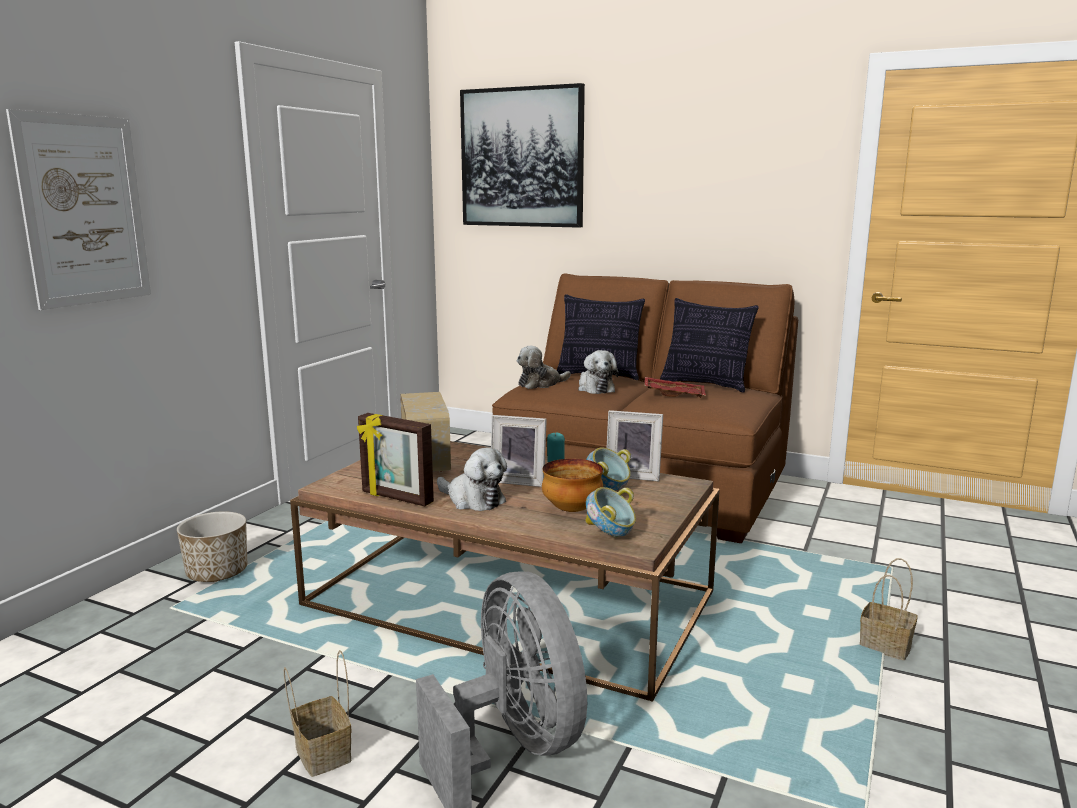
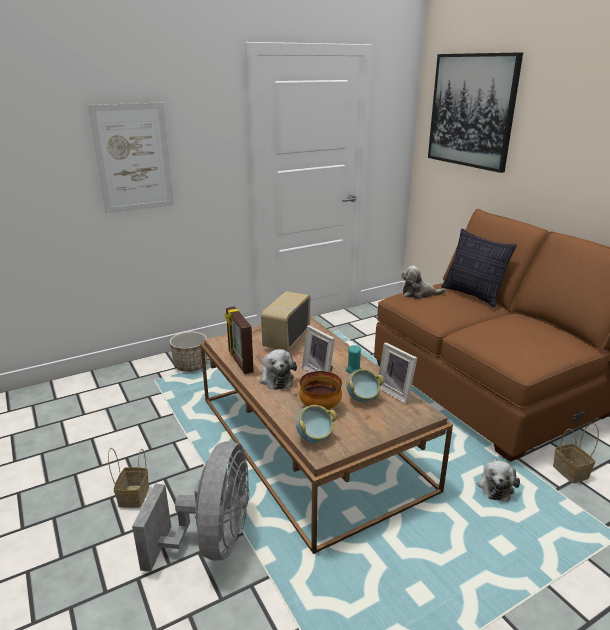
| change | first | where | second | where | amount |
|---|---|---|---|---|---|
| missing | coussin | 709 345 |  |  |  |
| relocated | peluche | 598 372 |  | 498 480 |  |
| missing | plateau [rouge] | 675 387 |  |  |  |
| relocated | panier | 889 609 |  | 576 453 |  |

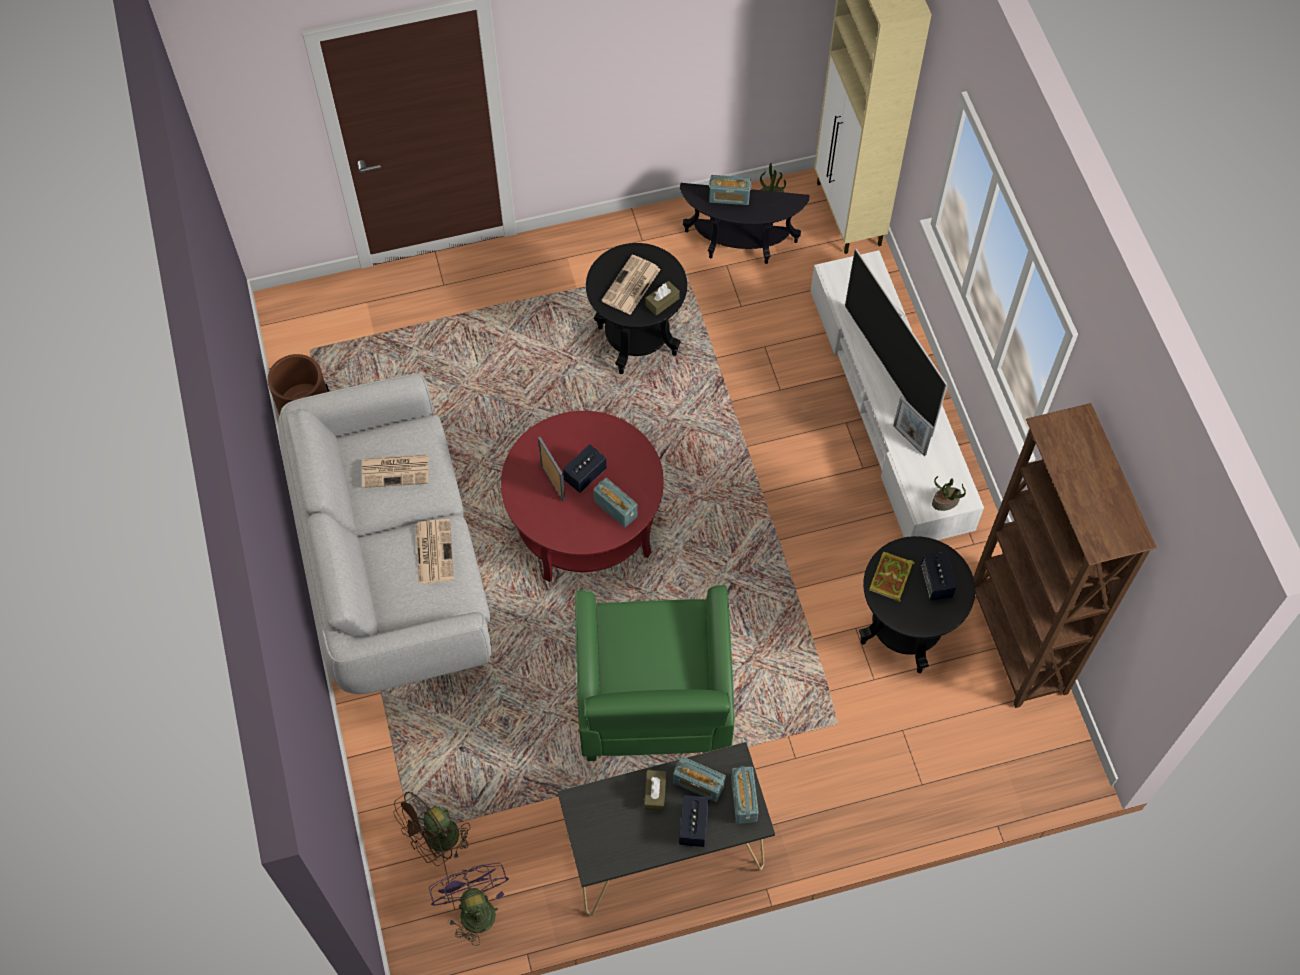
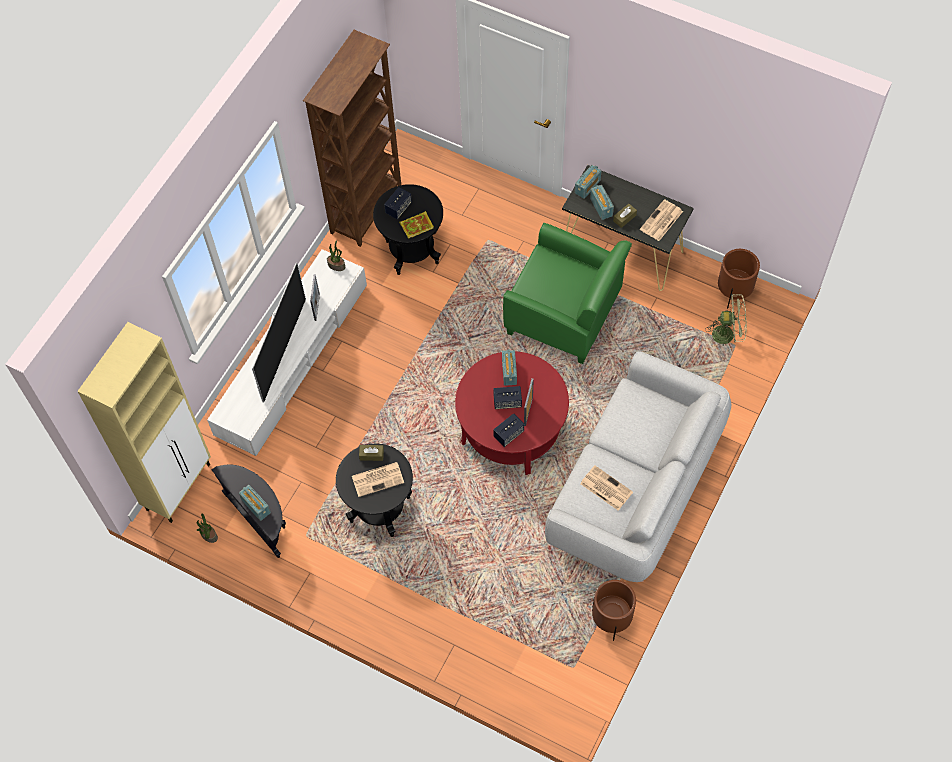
| change | first | where | second | where | amount |
|---|---|---|---|---|---|
| relocated | journal | 435 551 |  | 661 220 |  |
| spun | fauteuil [vert] | 654 673 |  | 567 293 | 75 degrees clockwise |
| colour | ventilateur [marron] | 432 829 | ventilateur [vert] | 726 322 |  |
| relocated | enceinte | 694 821 |  | 508 430 |  |
| exchanged | ventilateur [violet] | 469 904 | cache-pot [marron] | 739 279 |  |

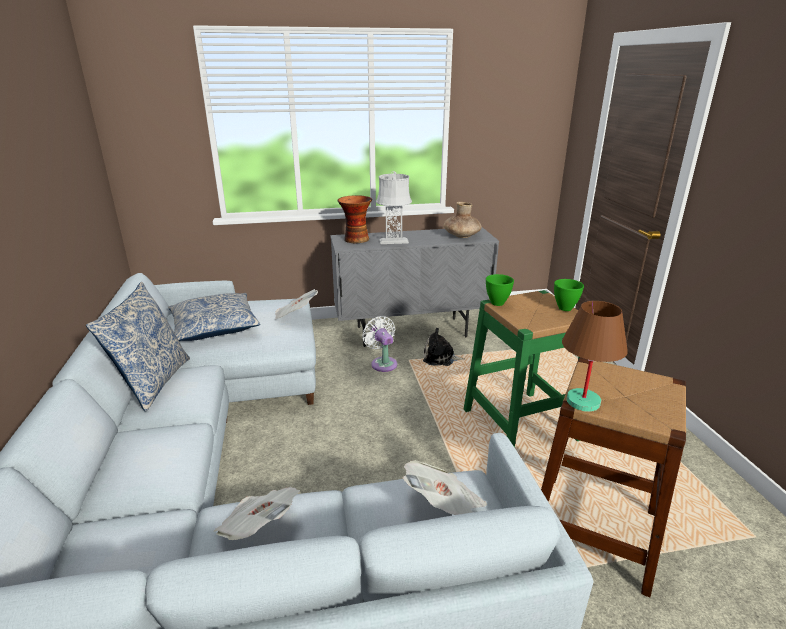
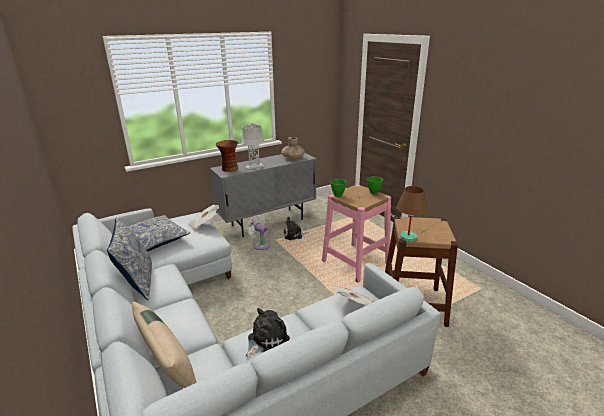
| change | first | where | second | where | amount |
|---|---|---|---|---|---|
| colour | tabouret [vert] | 522 368 | tabouret [rose] | 356 233 |  |
| exchanged | journal | 257 513 | peluche | 268 333 |  |
| appeared |  |  | coussin [beige] | 164 344 |  |

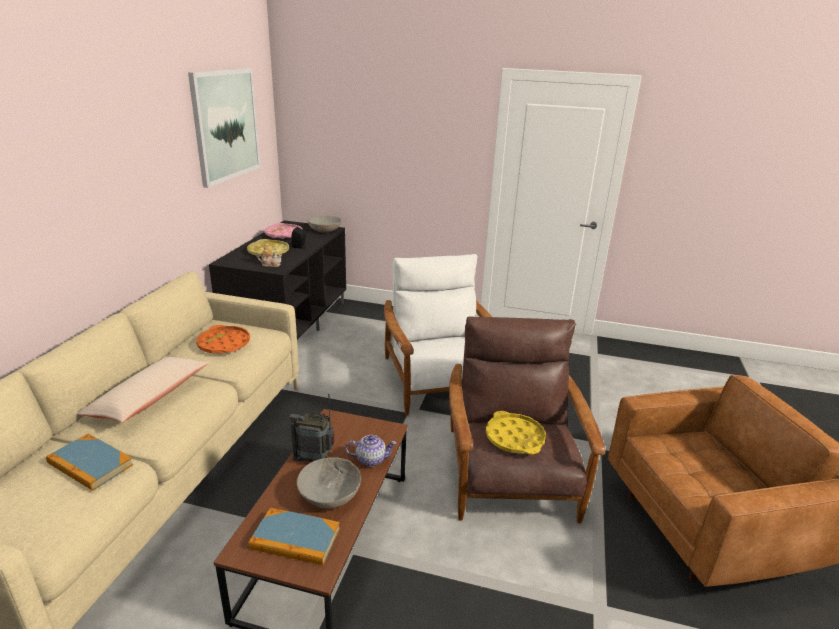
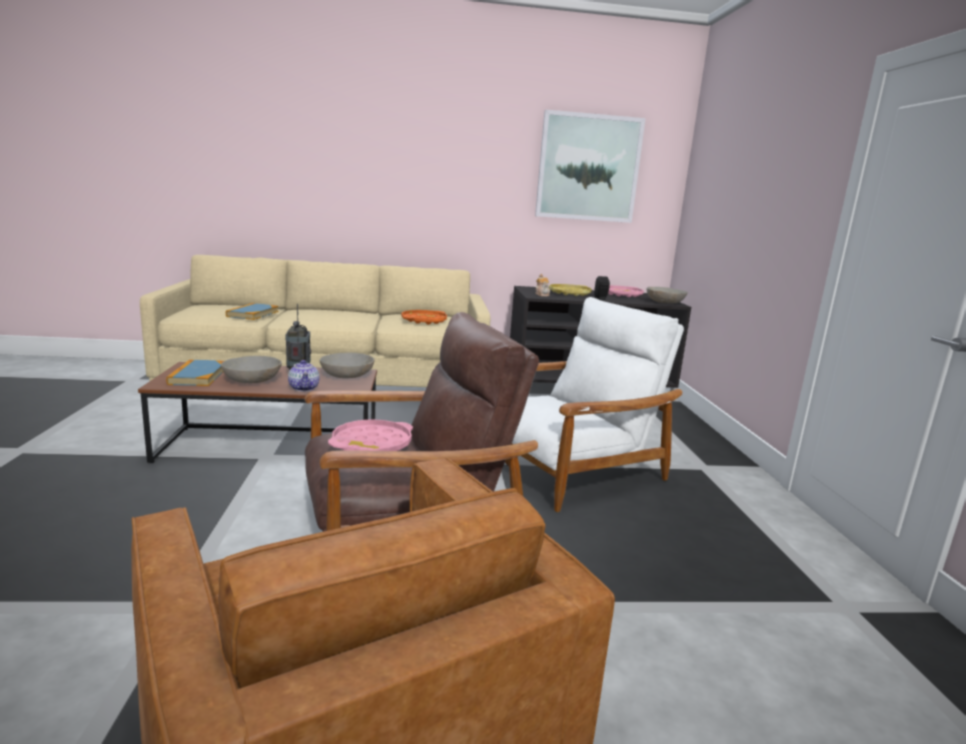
| change | first | where | second | where | amount |
|---|---|---|---|---|---|
| missing | coussin [beige] | 143 390 |  |  |  |
| colour | plateau [jaune] | 516 432 | plateau [rose] | 370 435 |  |
| appeared |  |  | bol [gris] | 347 365 |  |

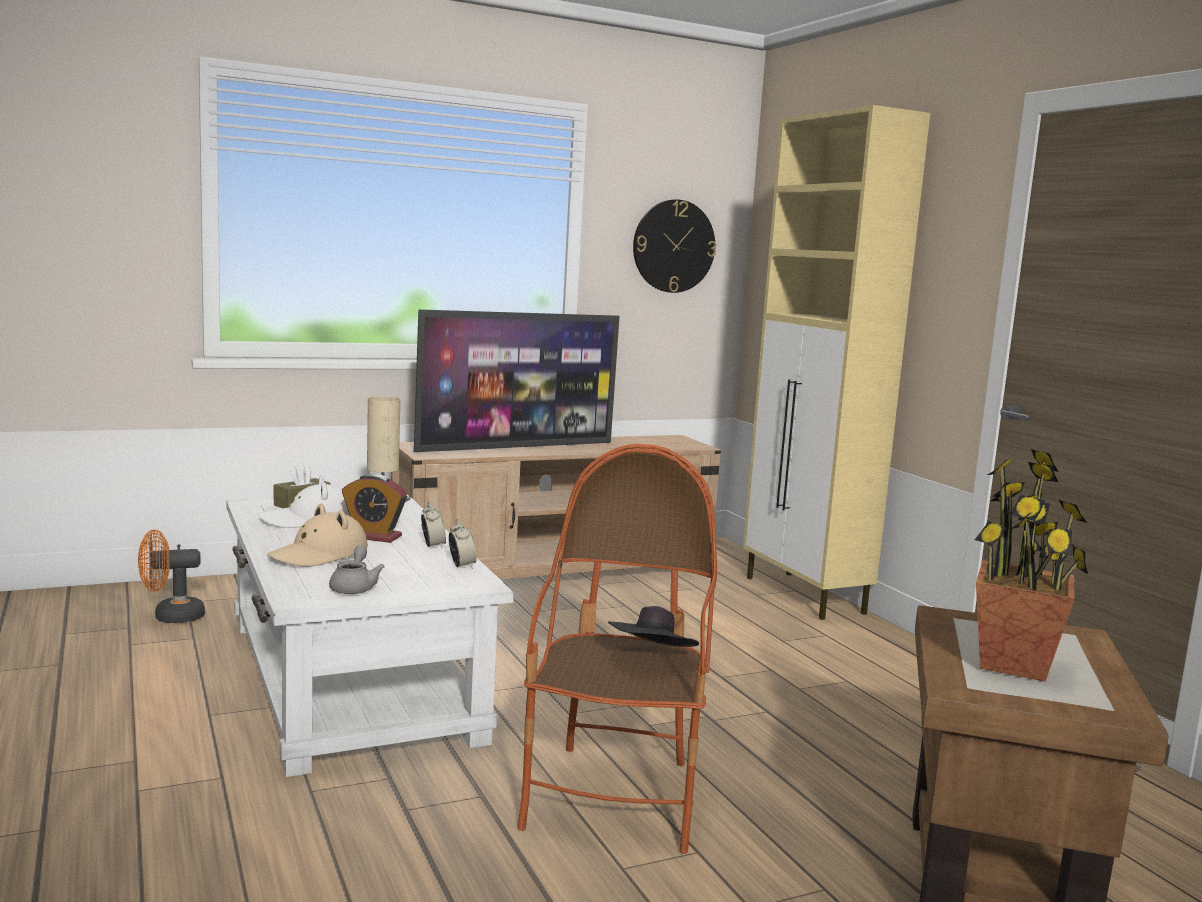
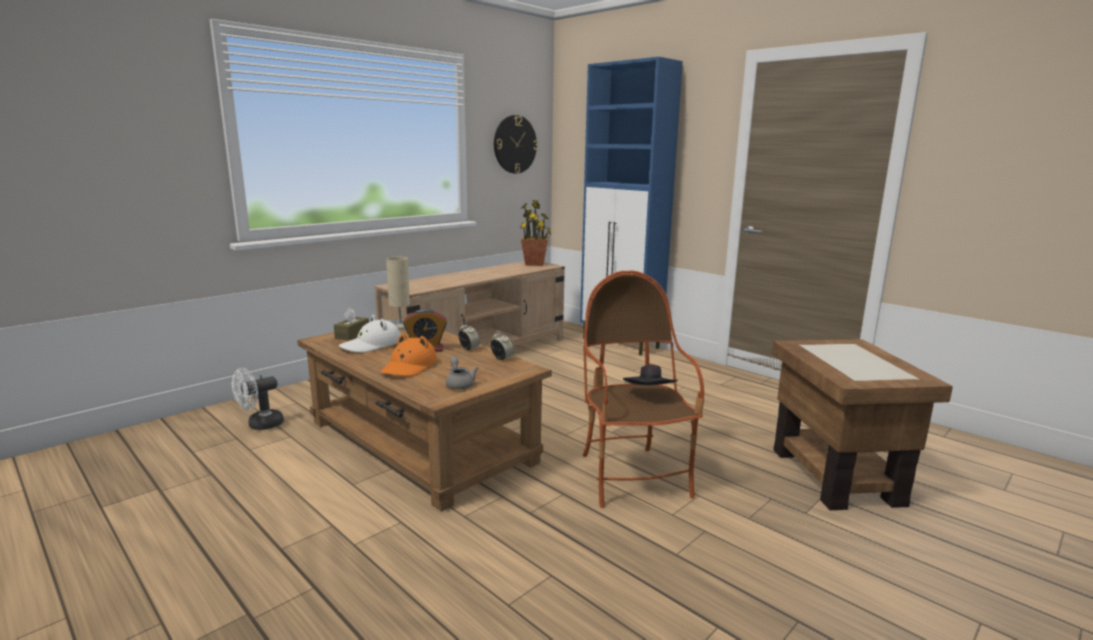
| change | first | where | second | where | amount |
|---|---|---|---|---|---|
| colour | meuble de rangement [beige] | 836 362 | meuble de rangement [bleu] | 631 206 |  |
| missing | téléviseur | 517 380 |  |  |  |
| relocated | plante en pot | 1031 565 |  | 535 233 |  |
| colour | table basse [blanc] | 370 636 | table basse [marron] | 424 414 |  |
| colour | chapeau [beige] | 317 535 | chapeau [orange] | 408 355 |  |
| colour | ventilateur [orange] | 171 576 | ventilateur [blanc] | 258 399 |  |

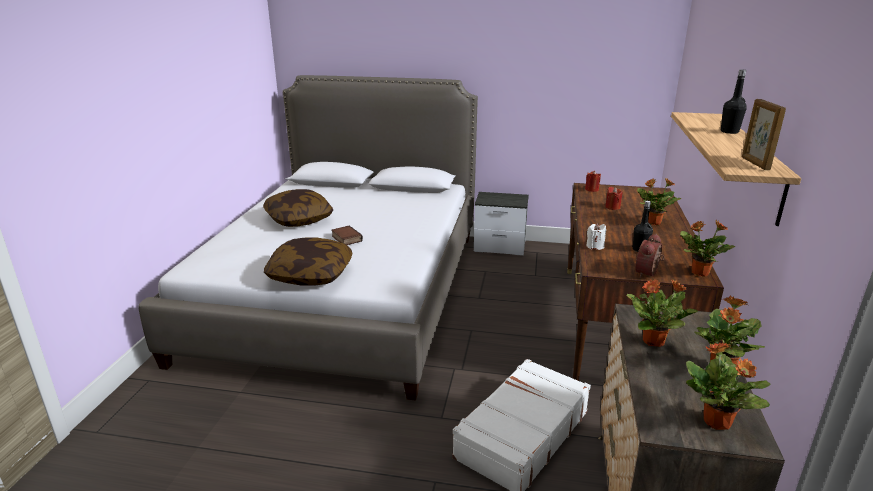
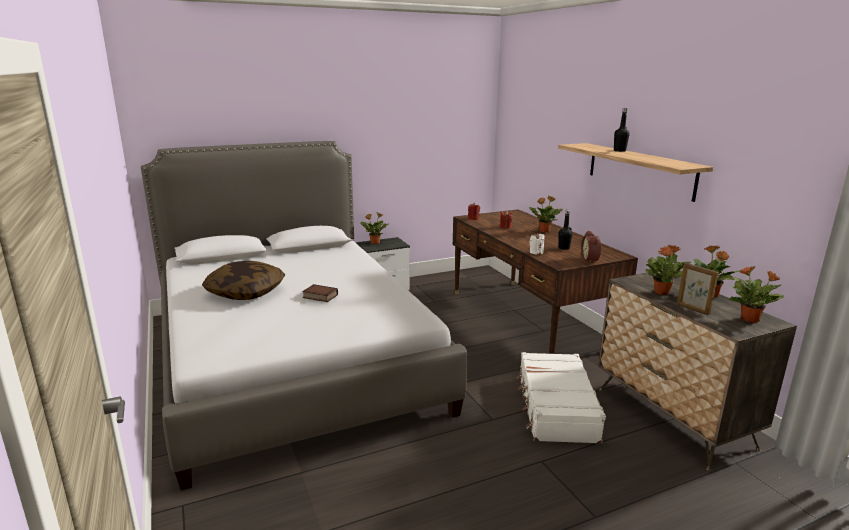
| change | first | where | second | where | amount |
|---|---|---|---|---|---|
| relocated | cadre photo | 764 134 |  | 698 289 |  |
| relocated | plante en pot | 708 248 |  | 374 228 |  |
| missing | coussin | 308 262 |  |  |  |

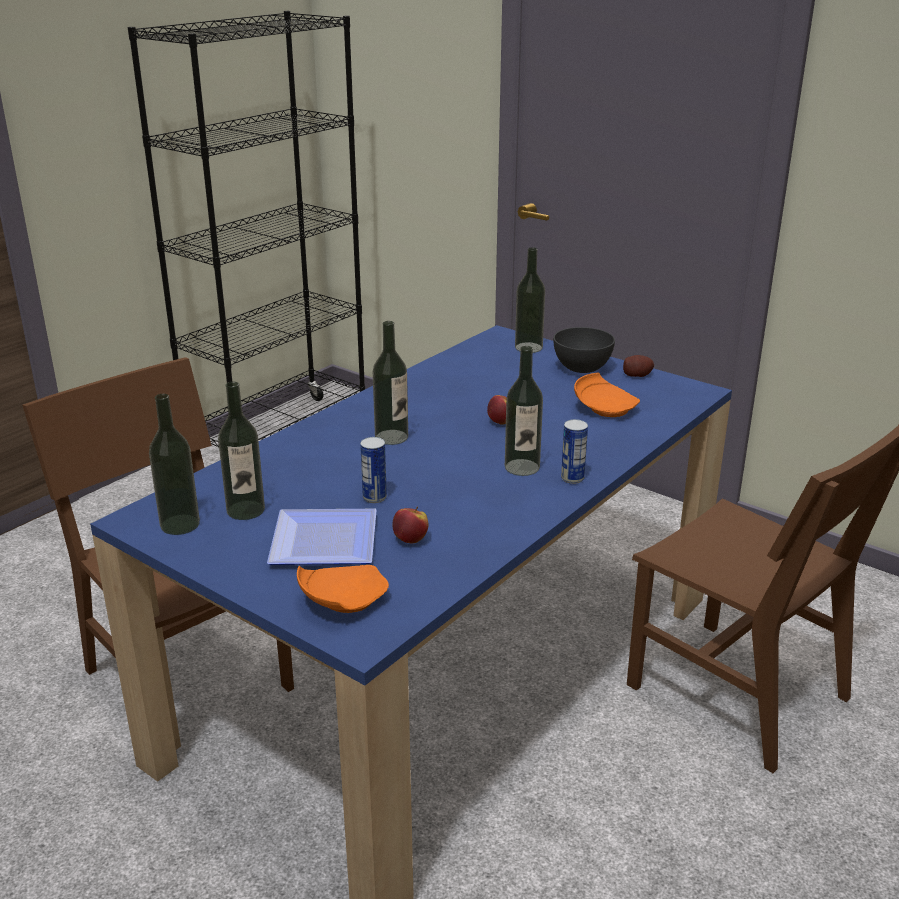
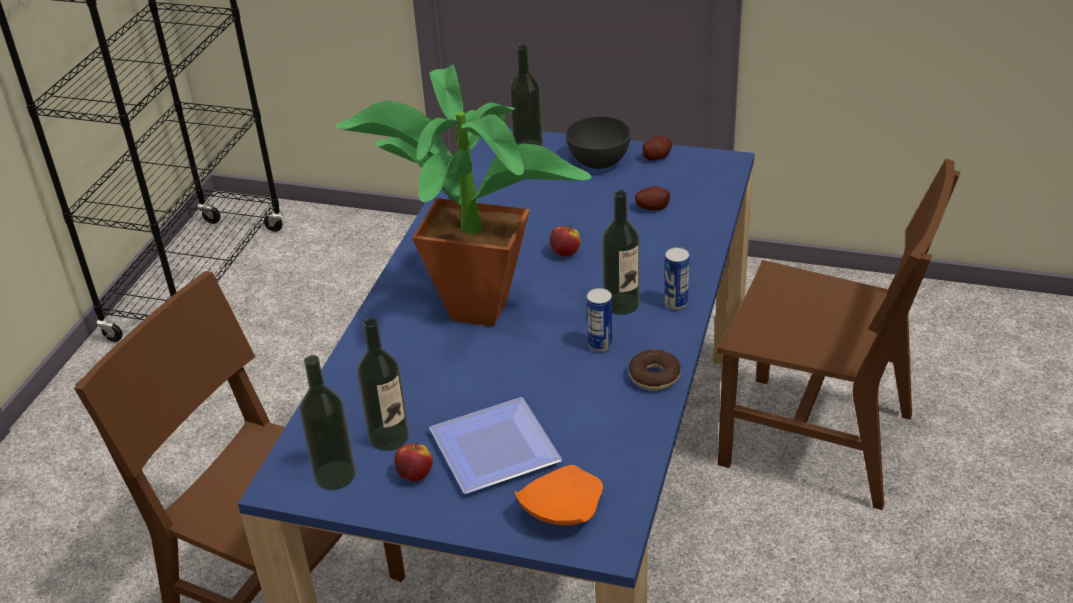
| change | first | where | second | where | amount |
|---|---|---|---|---|---|
| exchanged | bouteille | 390 383 | plante en pot | 464 196 |  |
| exchanged | assiette [orange] | 607 395 | pomme de terre | 652 198 |  |
| relocated | boîte métallique | 373 470 |  | 599 320 |  |
| relocated | pomme | 410 524 |  | 413 462 |  |
| appeared |  |  | beignet | 654 370 |  |

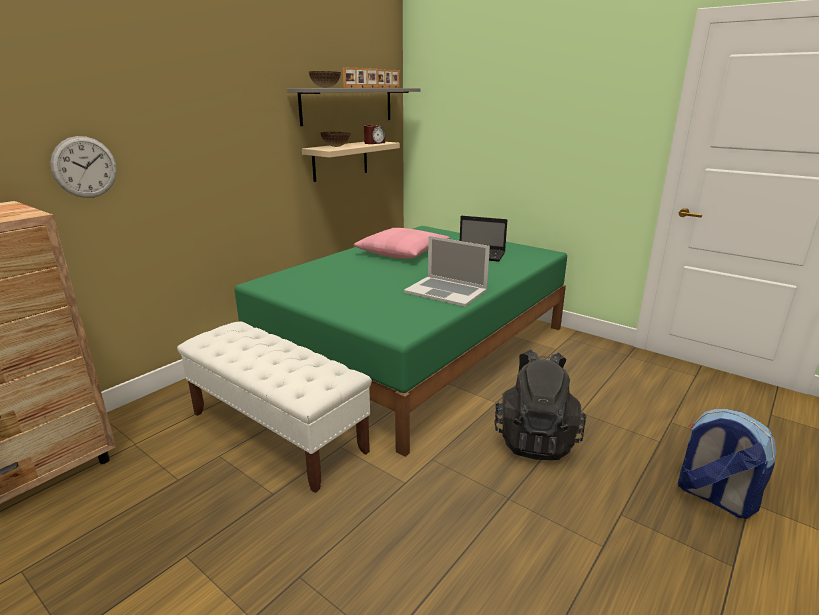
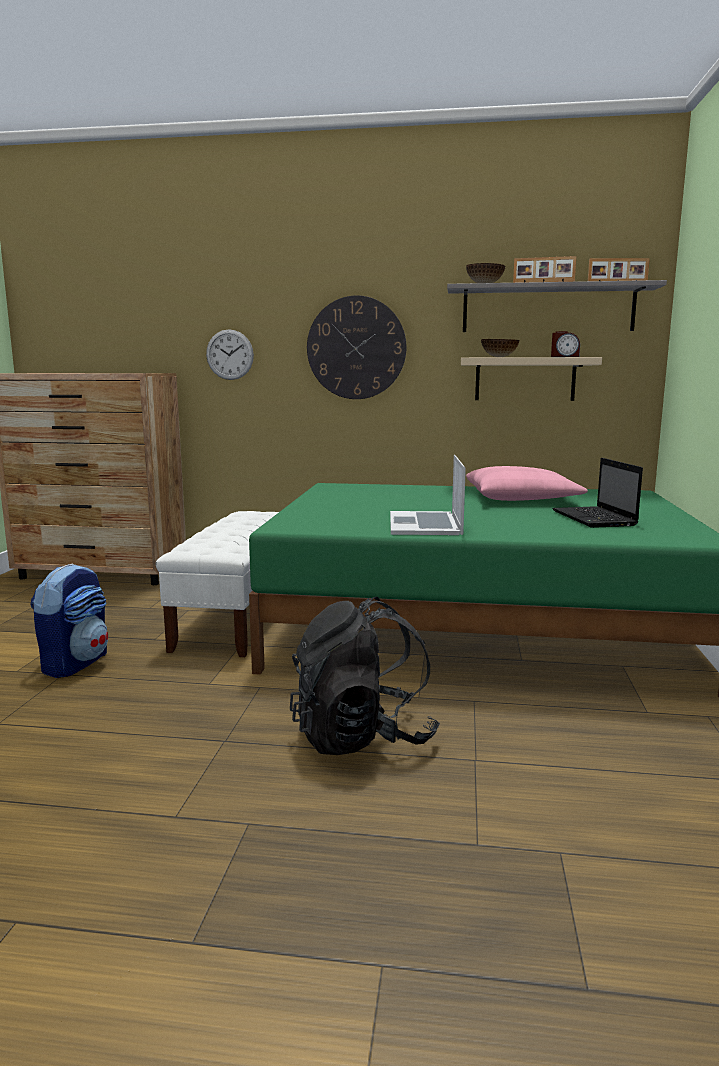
| change | first | where | second | where | amount |
|---|---|---|---|---|---|
| relocated | sac à dos | 727 464 |  | 69 620 |  |
| appeared |  |  | horloge murale | 356 347 |  |

